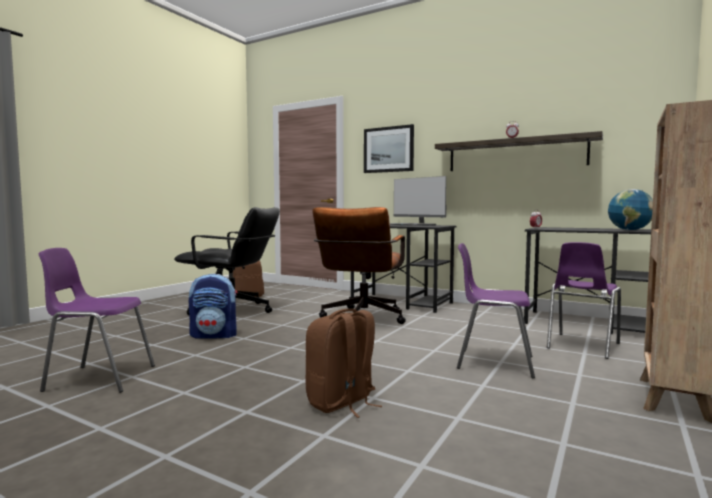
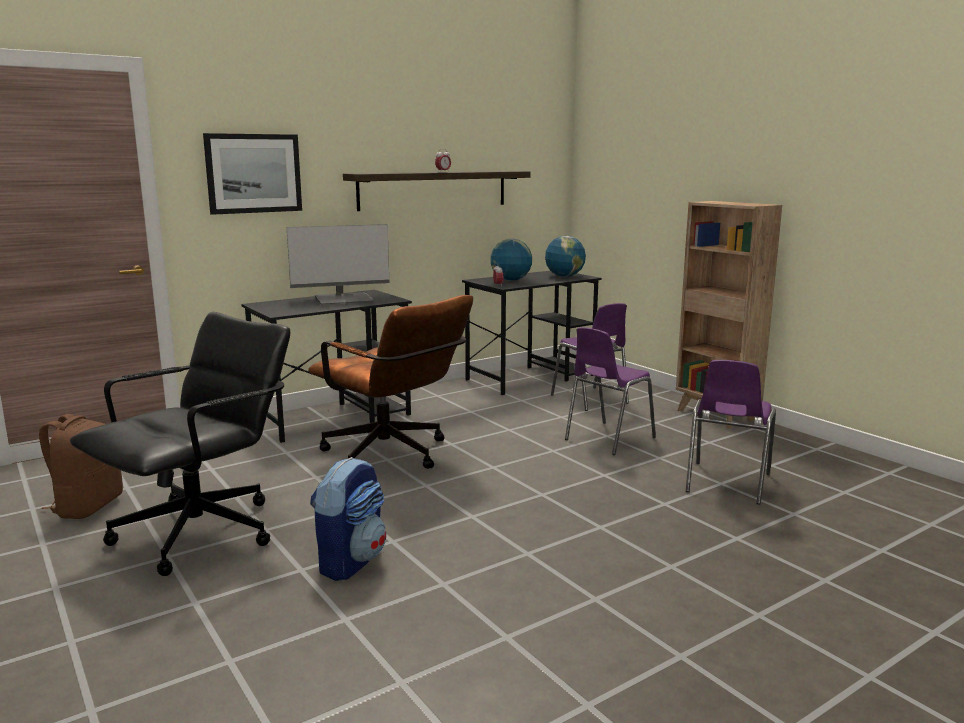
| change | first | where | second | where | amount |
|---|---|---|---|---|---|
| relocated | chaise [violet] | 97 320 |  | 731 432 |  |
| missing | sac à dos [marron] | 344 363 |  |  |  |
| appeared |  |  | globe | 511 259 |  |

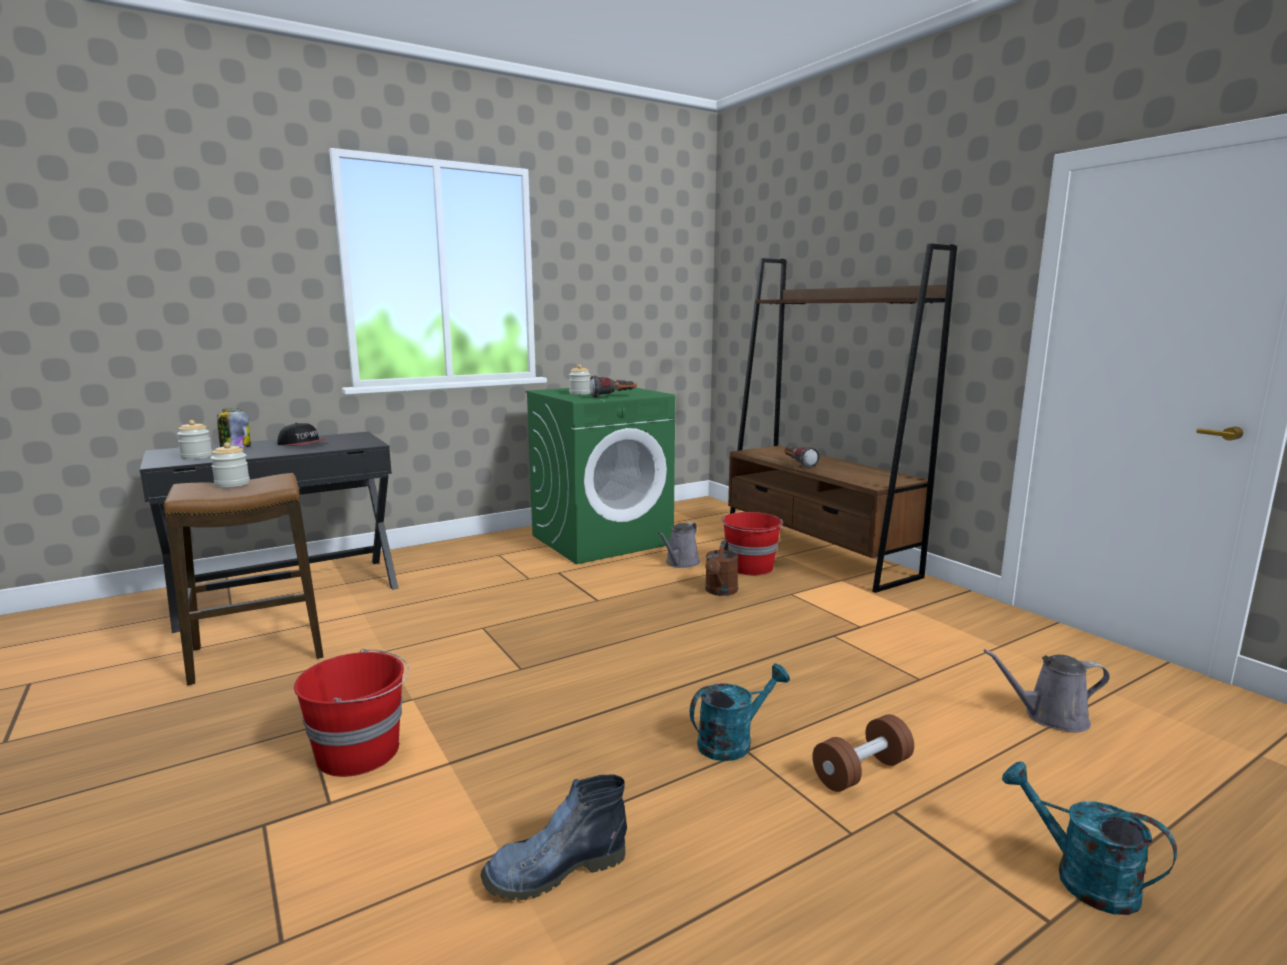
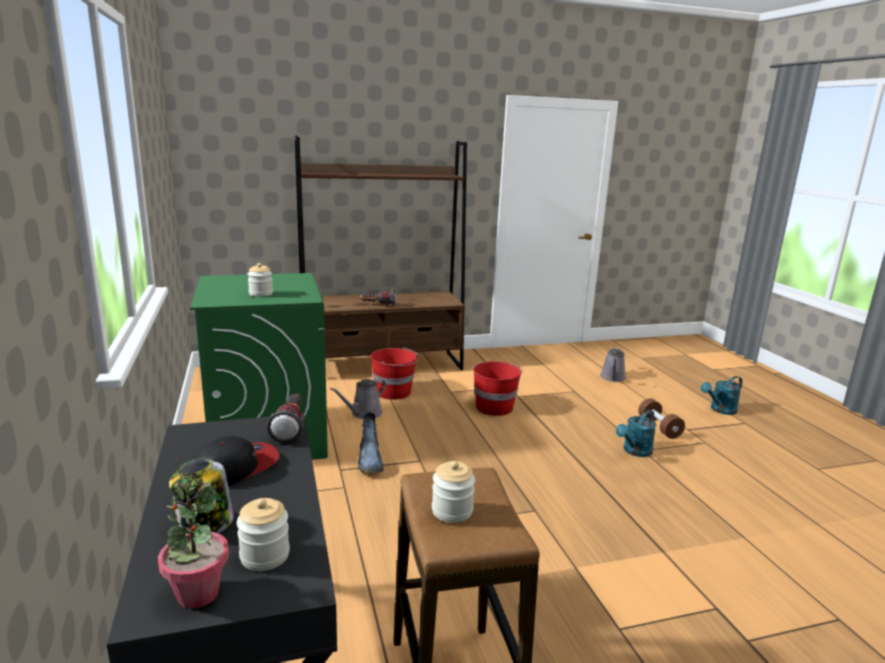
| change | first | where | second | where | amount |
|---|---|---|---|---|---|
| relocated | lampe de poche | 613 386 |  | 285 418 |  |
| spun | arrosoir [gris] | 679 545 |  | 358 399 | 90 degrees clockwise |
| missing | arrosoir [marron] | 721 568 |  |  |  |
| relocated | seau [rouge] | 351 713 |  | 497 388 |  |
| spun | arrosoir [turquoise] | 740 712 |  | 636 433 | 120 degrees counterclockwise |
| relocated | botte | 553 837 |  | 371 443 |  |
| appeared |  |  | plante en pot | 193 545 |  |

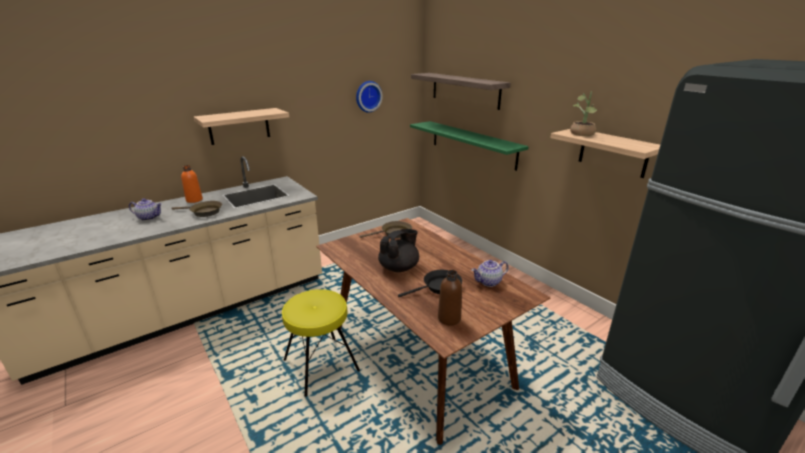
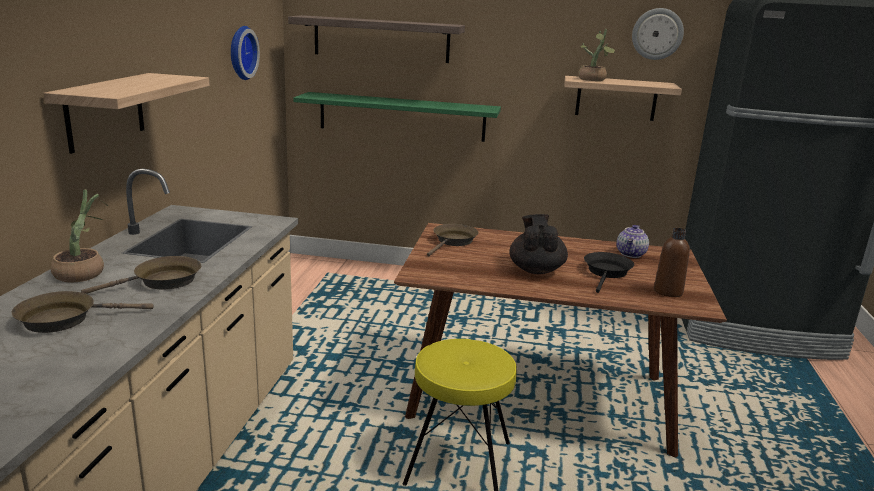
| change | first | where | second | where | amount |
|---|---|---|---|---|---|
| exchanged | bouteille [orange] | 192 184 | plante en pot | 80 236 |  |
| exchanged | théière | 145 209 | poêle [marron] | 82 312 |  |
| appeared |  |  | horloge murale | 658 34 |  |

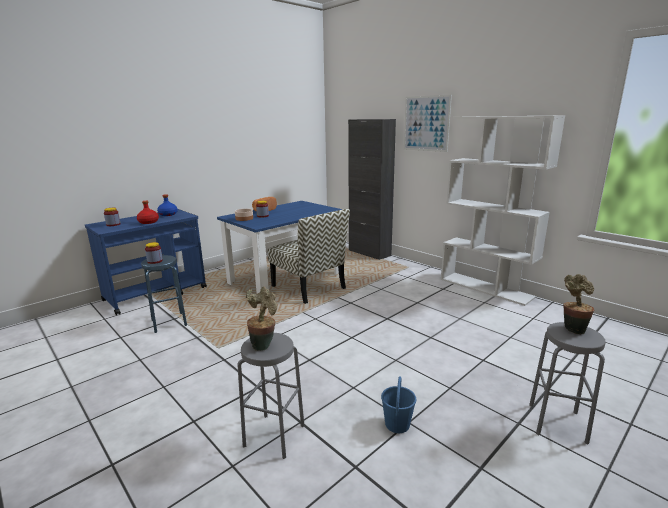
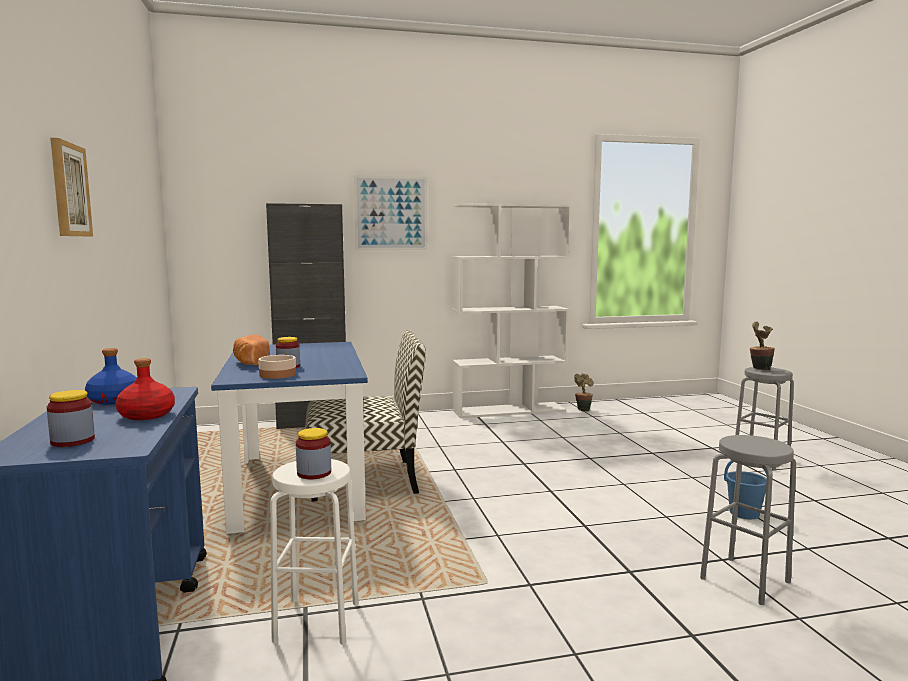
| change | first | where | second | where | amount |
|---|---|---|---|---|---|
| colour | tabouret [bleu] | 164 294 | tabouret [blanc] | 314 552 |  |
| relocated | plante en pot | 261 319 |  | 584 392 |  |
| appeared |  |  | tableau | 71 187 |  |

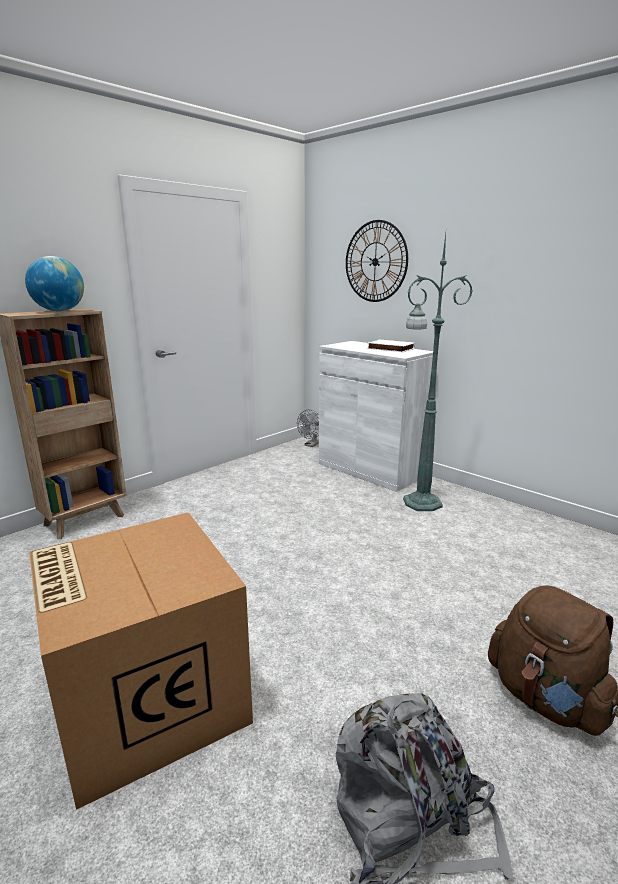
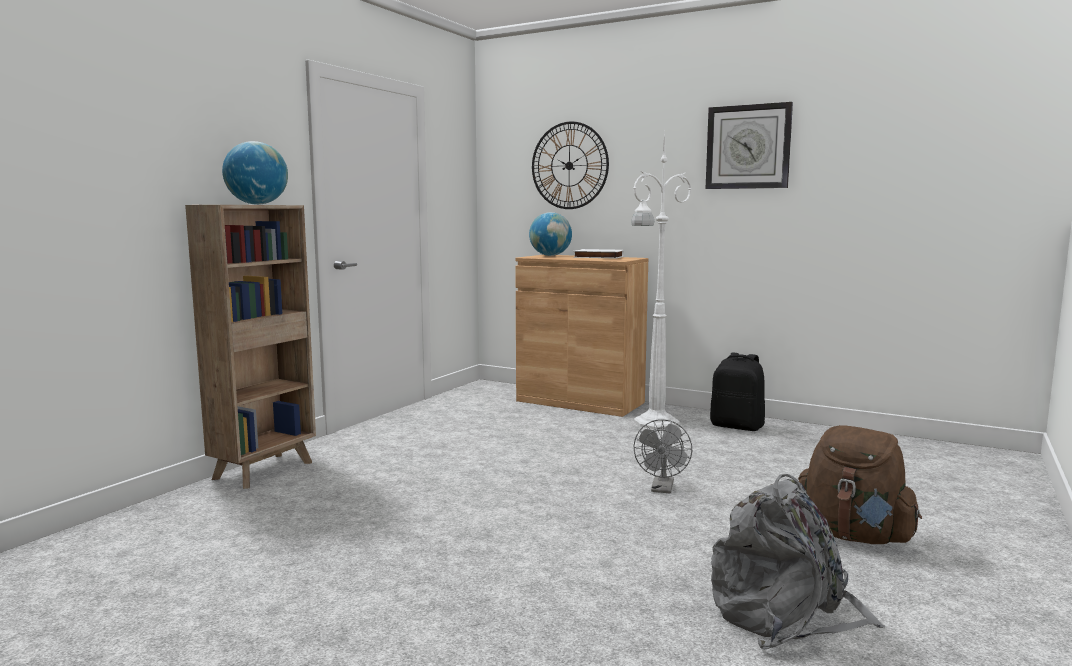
| change | first | where | second | where | amount |
|---|---|---|---|---|---|
| colour | lampadaire [vert] | 438 372 | lampadaire [blanc] | 661 281 |  |
| colour | meuble de rangement [blanc] | 376 416 | meuble de rangement [marron] | 581 336 |  |
| relocated | ventilateur [gris] | 308 428 |  | 663 456 |  |
| missing | carton | 141 661 |  |  |  |
| appeared |  |  | horloge murale | 749 145 |  |
| appeared |  |  | globe | 550 234 |  |
| appeared |  |  | sac à dos [noir] | 737 391 |  |

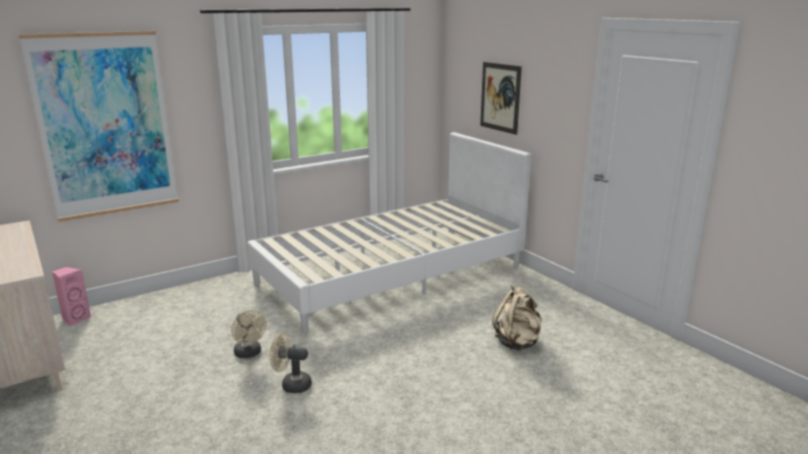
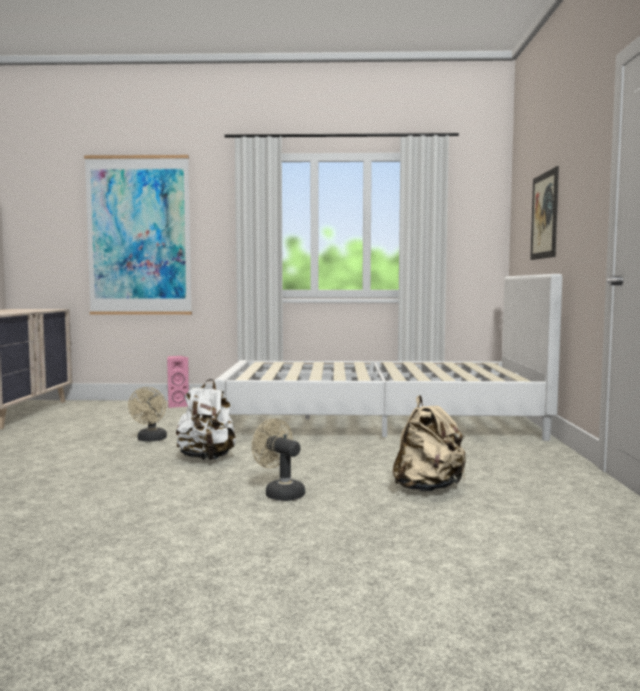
| change | first | where | second | where | amount |
|---|---|---|---|---|---|
| relocated | enceinte [rose] | 71 296 |  | 178 382 |  |
| relocated | ventilateur [beige] | 291 363 |  | 278 459 |  |
| appeared |  |  | sac à dos [blanc] | 206 419 |  |

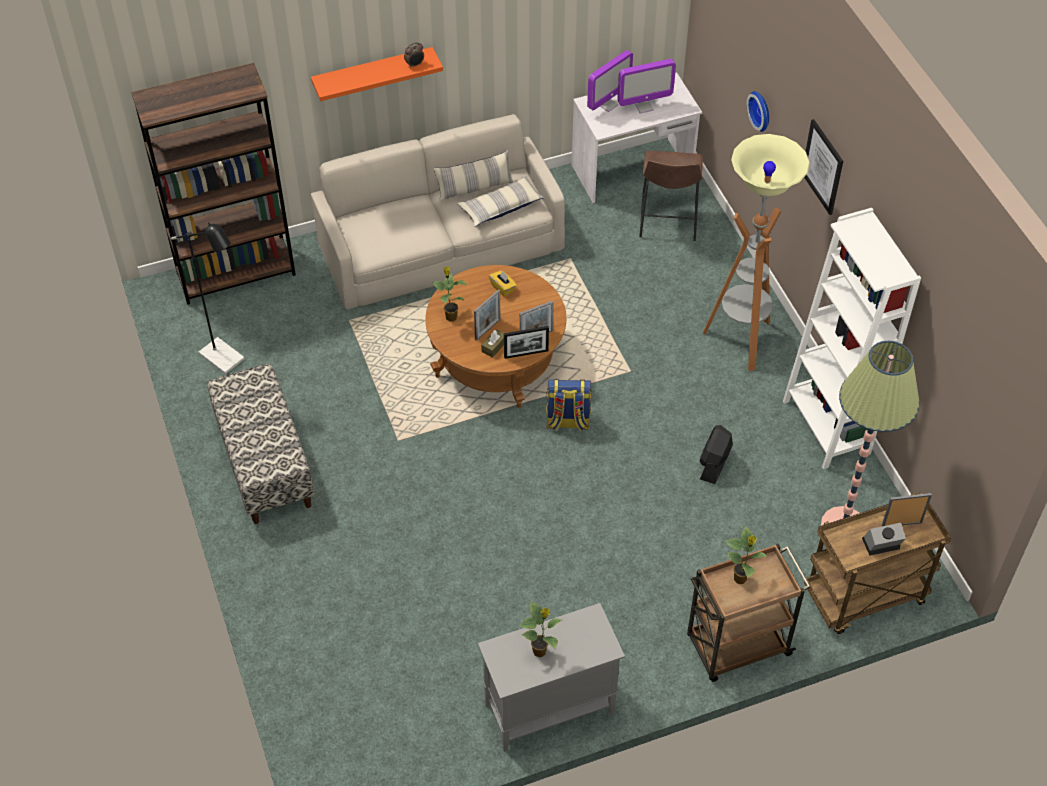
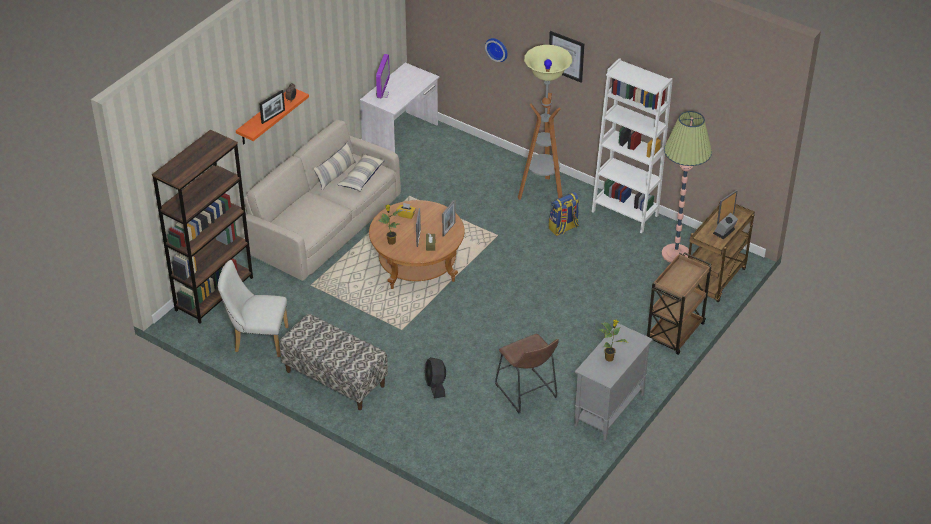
| change | first | where | second | where | amount |
|---|---|---|---|---|---|
| missing | écran d'ordinateur | 646 86 |  |  |  |
| relocated | tabouret [marron] | 671 196 |  | 527 373 |  |
| exchanged | lampadaire [noir] | 208 298 | chaise [blanc] | 253 308 |  |
| relocated | cadre photo | 526 342 |  | 272 107 |  |
| relocated | sac à dos | 569 405 |  | 564 214 |  |
| relocated | ventilateur [noir] | 716 454 |  | 435 378 |  |
| missing | plante en pot | 746 554 |  |  |  |

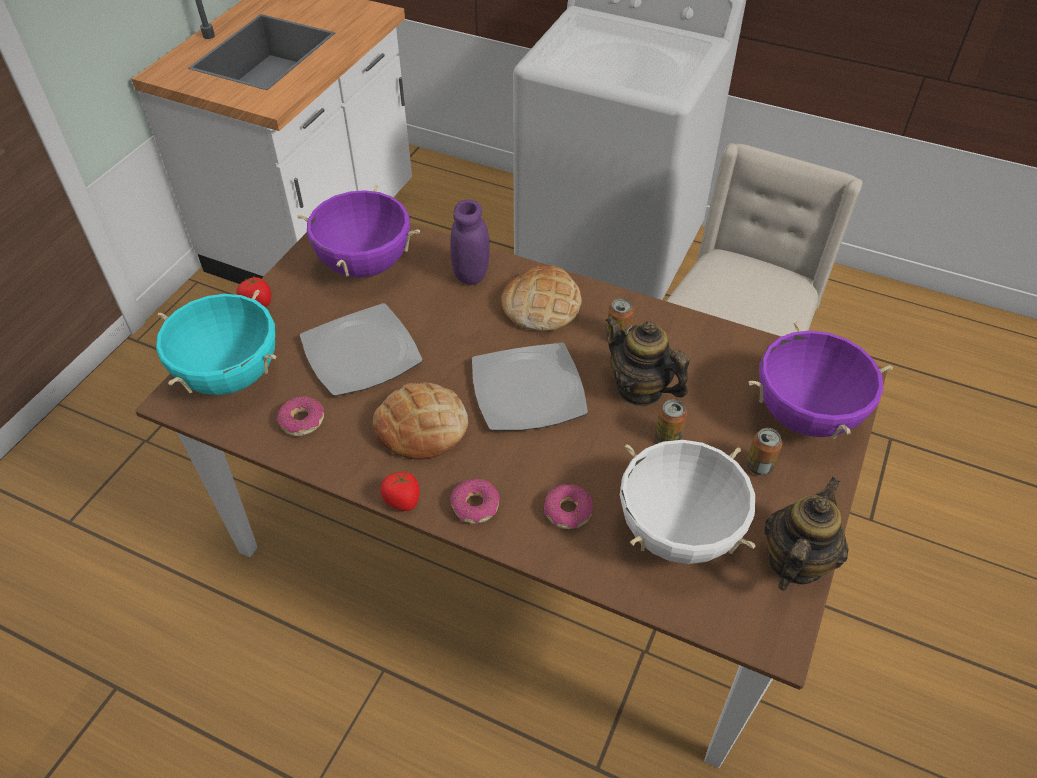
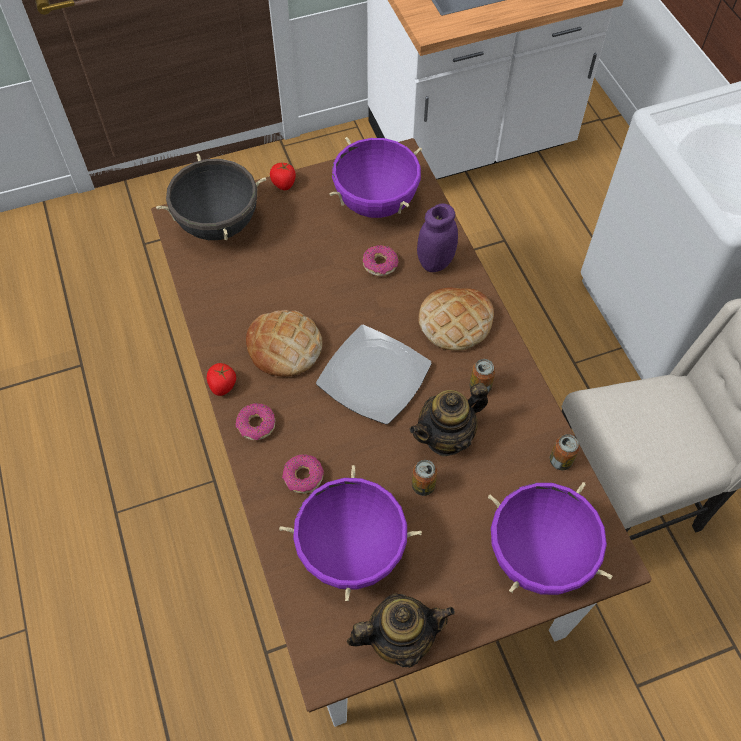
| change | first | where | second | where | amount |
|---|---|---|---|---|---|
| colour | marmite [turquoise] | 216 342 | marmite [noir] | 211 197 |  |
| missing | assiette | 361 349 |  |  |  |
| spun | théière | 647 361 |  | 449 420 | 120 degrees counterclockwise |
| relocated | beignet | 300 416 |  | 380 260 |  |
| relocated | boîte métallique | 764 451 |  | 565 452 |  |
| colour | marmite [blanc] | 688 502 | marmite [violet] | 350 533 |  |

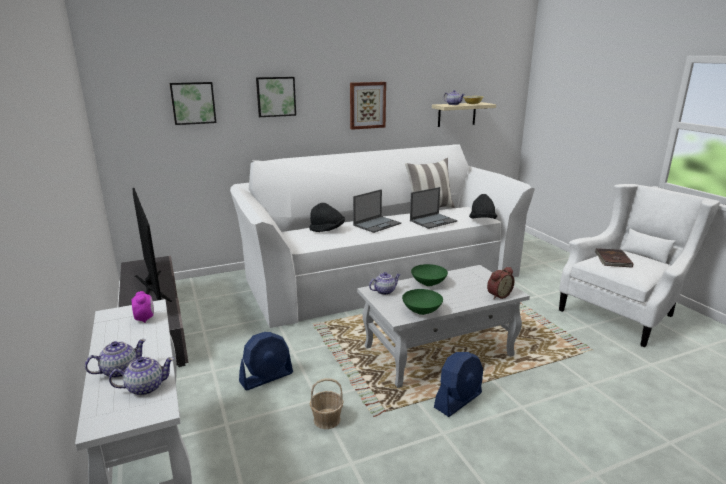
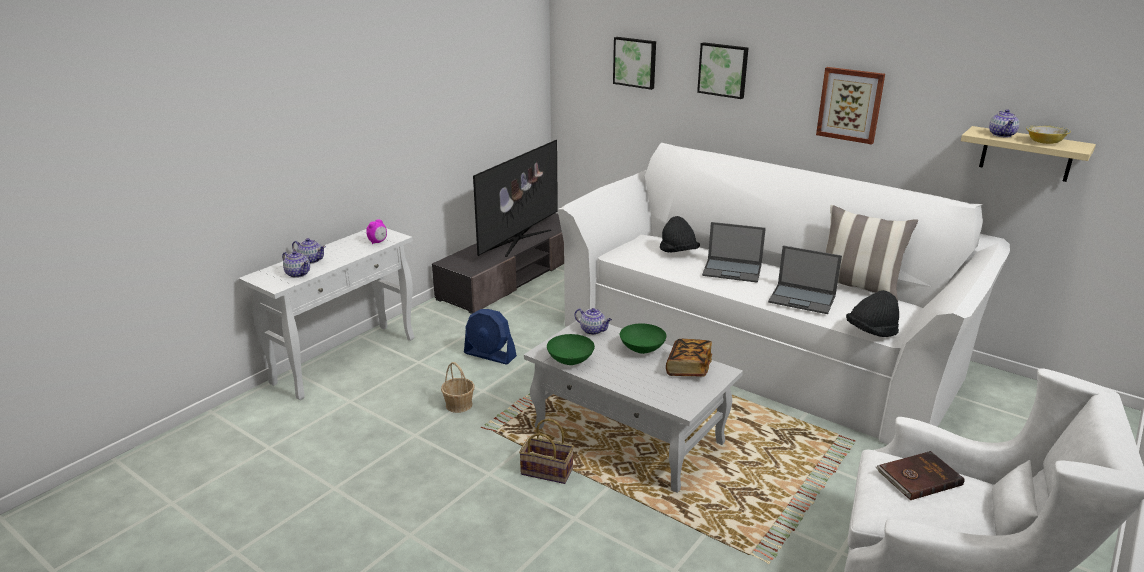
| change | first | where | second | where | amount |
|---|---|---|---|---|---|
| missing | réveil | 500 283 |  |  |  |
| exchanged | ventilateur [bleu] | 458 384 | panier | 546 451 |  |
| appeared |  |  | livre | 689 357 |  |

